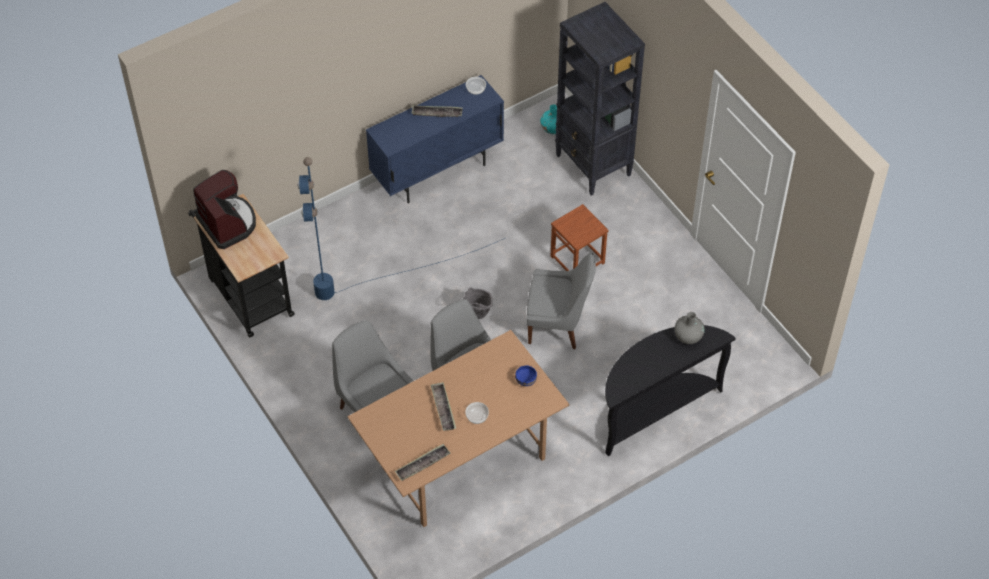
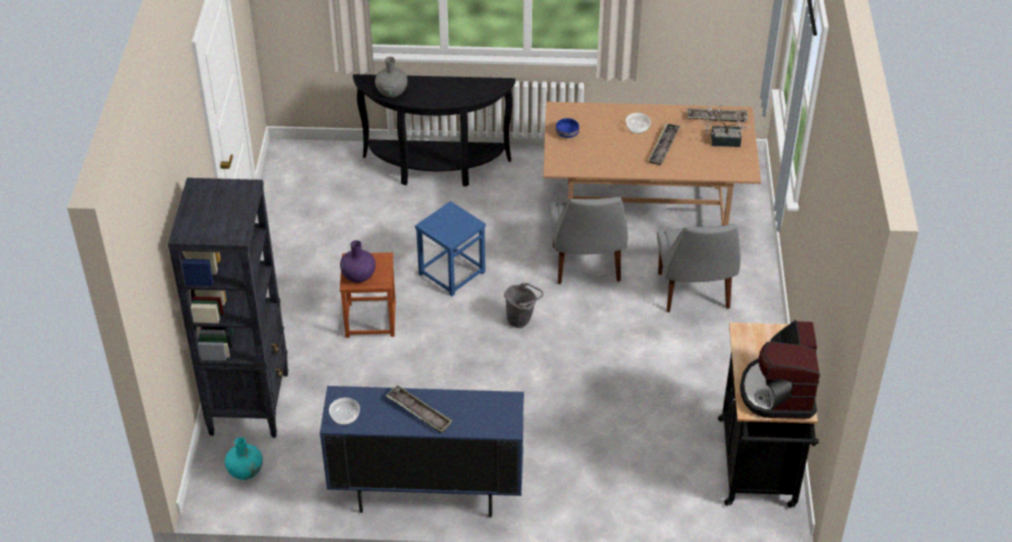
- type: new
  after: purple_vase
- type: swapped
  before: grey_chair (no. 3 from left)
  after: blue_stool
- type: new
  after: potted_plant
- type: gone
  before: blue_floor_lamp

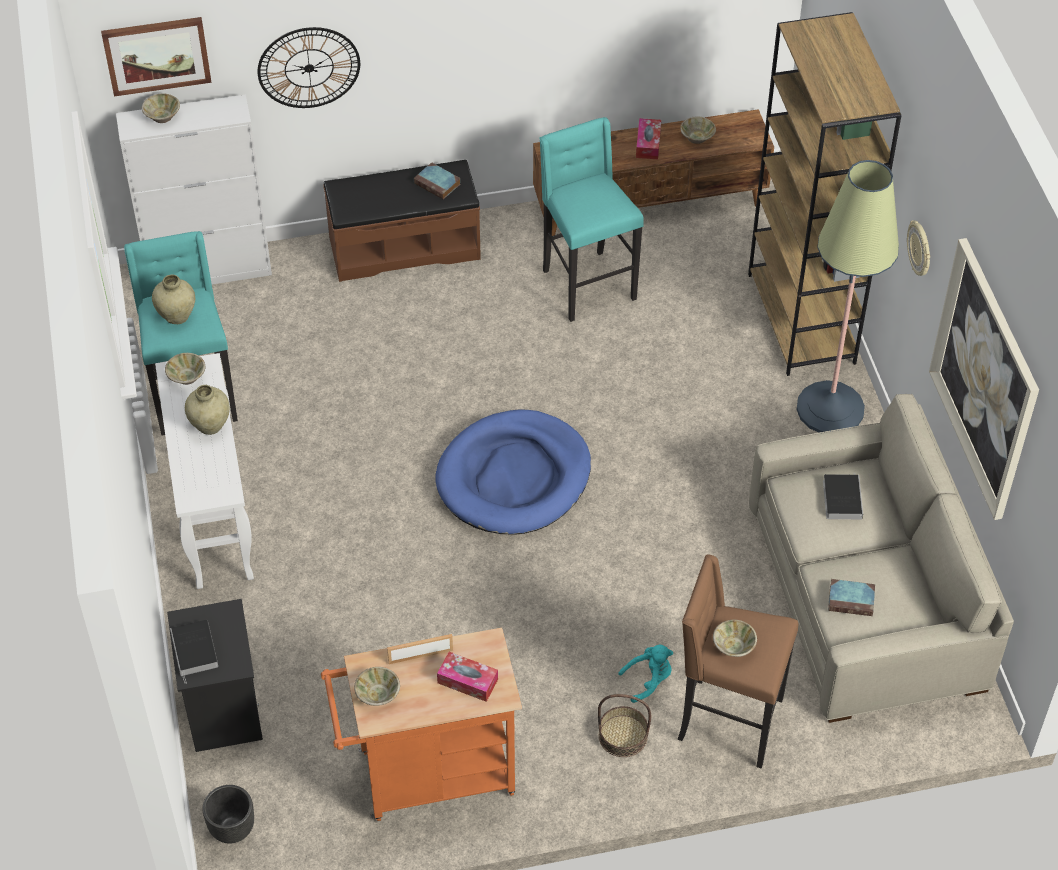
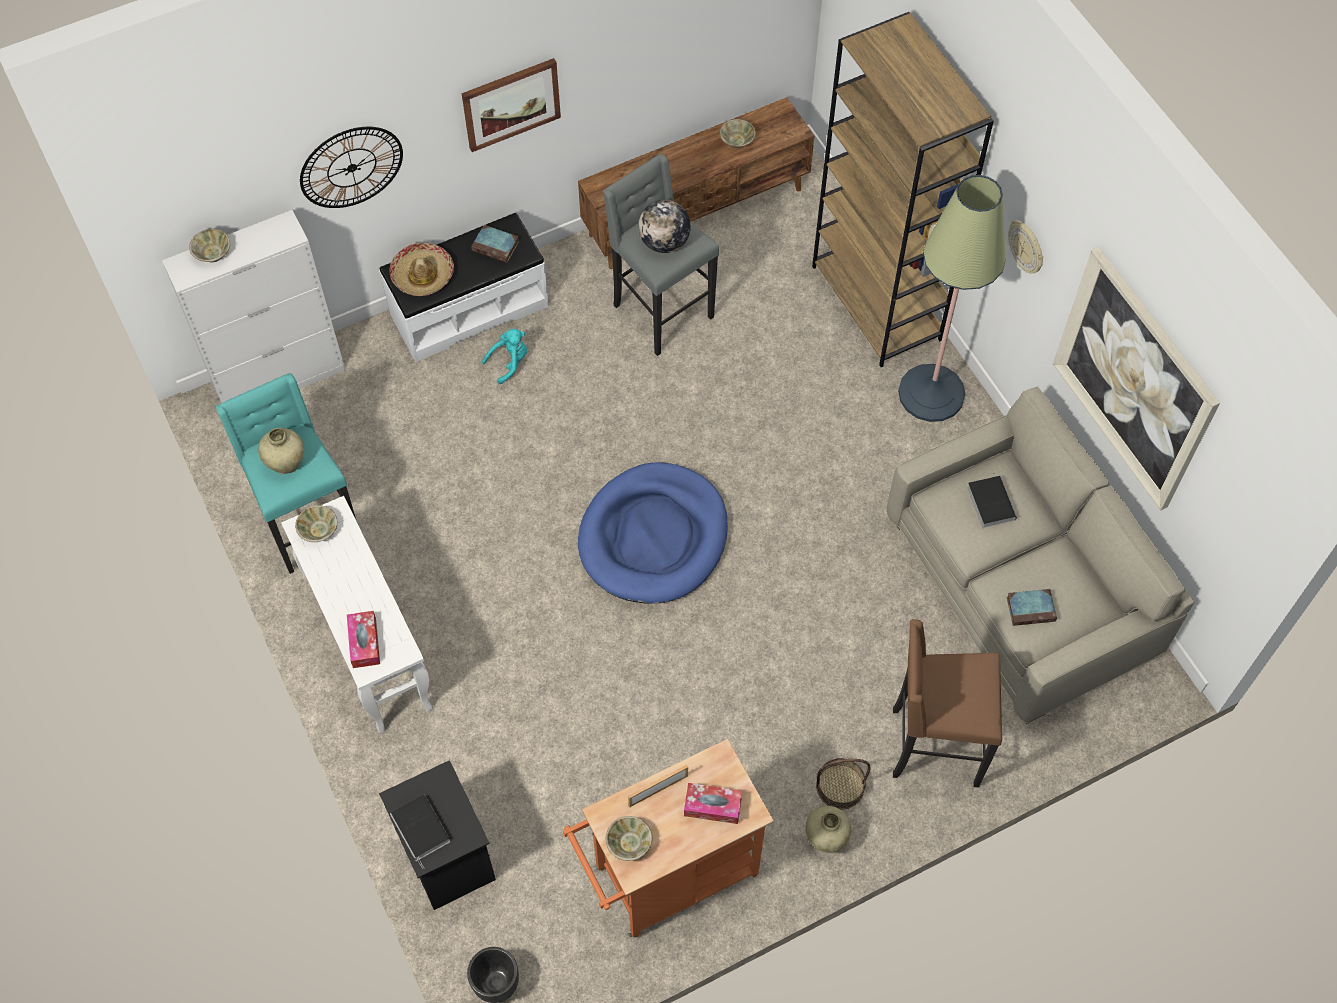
- type: shifted
  before: tissue_box (no. 2 from left in the first image)
  after: tissue_box (no. 1 from left)
- type: repainted
  before: brown_bench
  after: white_bench
- type: new
  after: hat
- type: shifted
  before: picture (no. 1 from left)
- type: shifted
  before: turquoise_plush_toy
- type: repainted
  before: turquoise_stool (no. 2 from left)
  after: grey_stool
- type: new
  after: globe
- type: shifted
  before: beige_vase (no. 2 from left)
- type: gone
  before: beige_bowl (no. 5 from left)

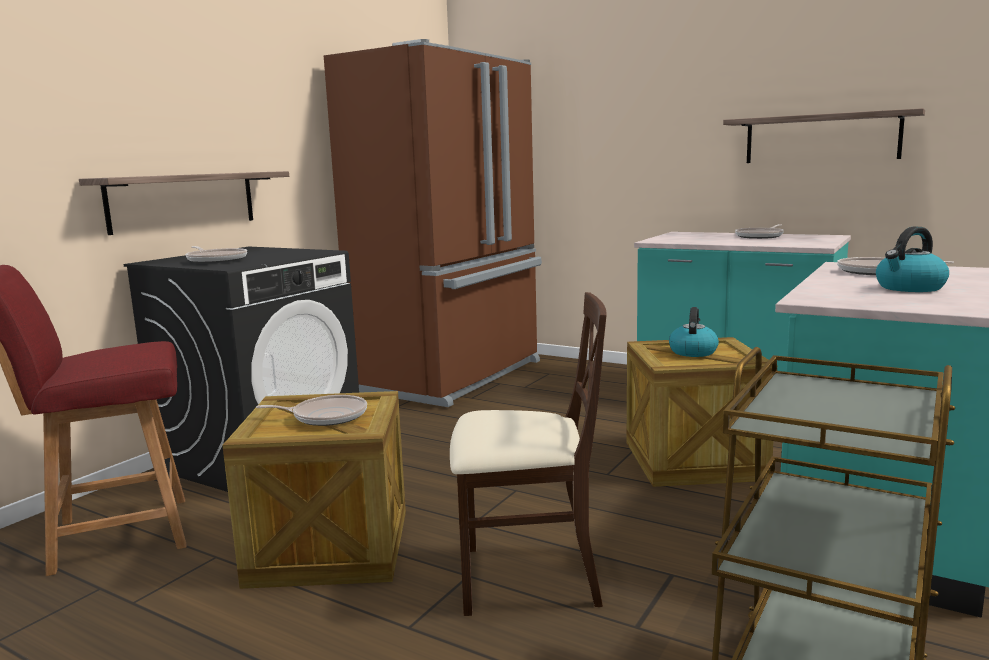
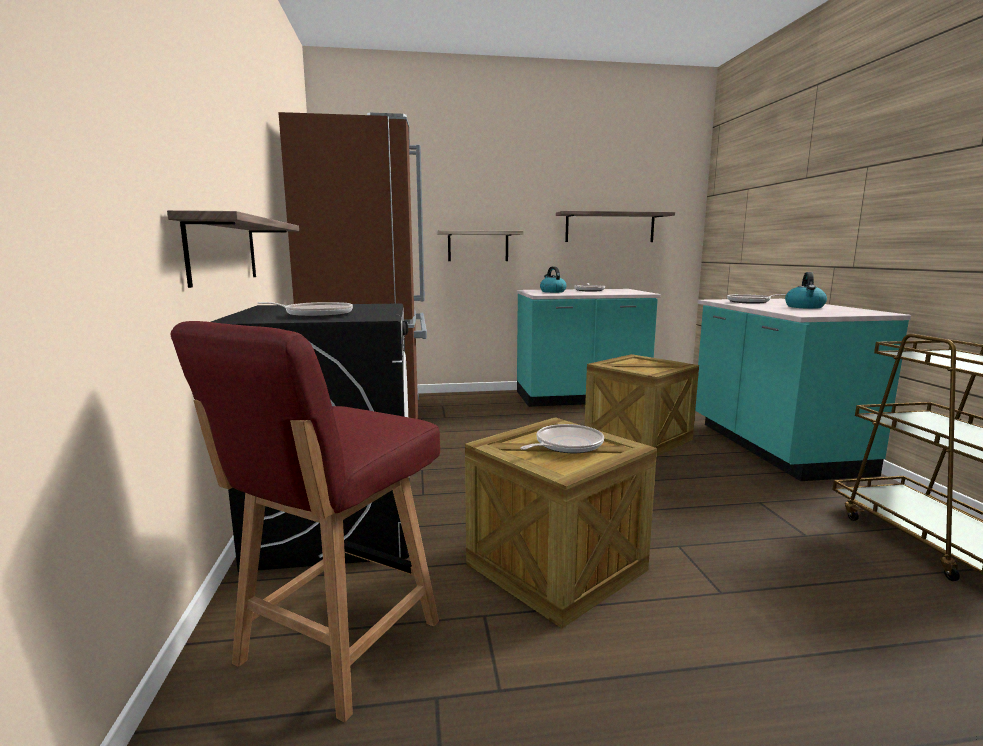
- type: new
  after: shelf (no. 2 from left)
- type: shifted
  before: kettle (no. 1 from left)
- type: gone
  before: beige_chair

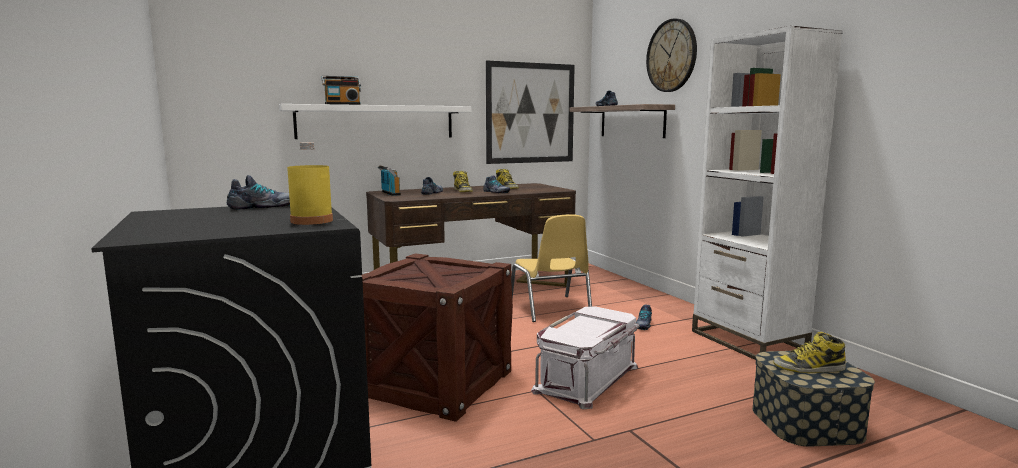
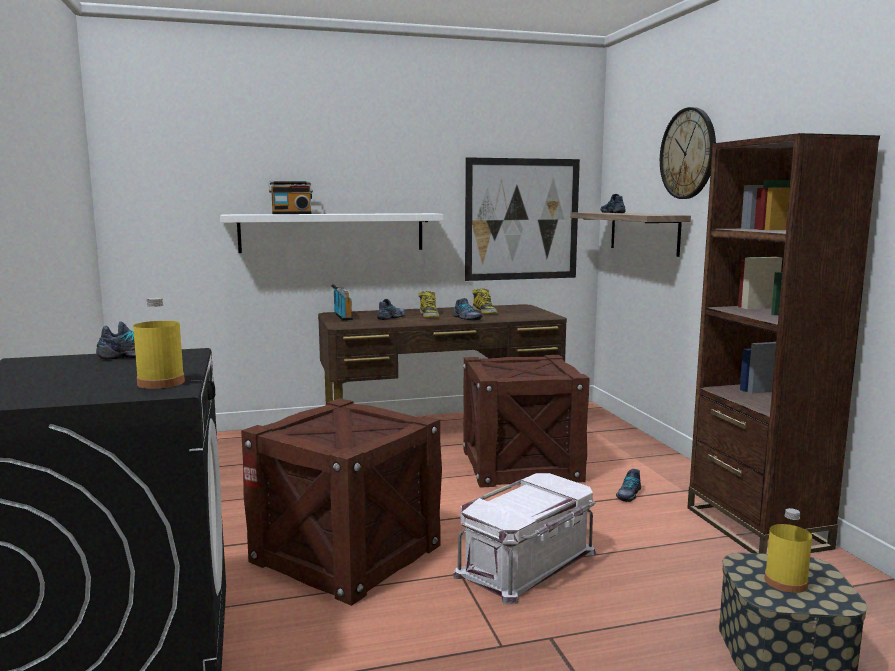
- type: swapped
  before: yellow_chair
  after: crate (no. 2 from left)
- type: repainted
  before: white_bookcase
  after: brown_bookcase
- type: swapped
  before: boot (no. 3 from left)
  after: yellow_bottle (no. 2 from left)

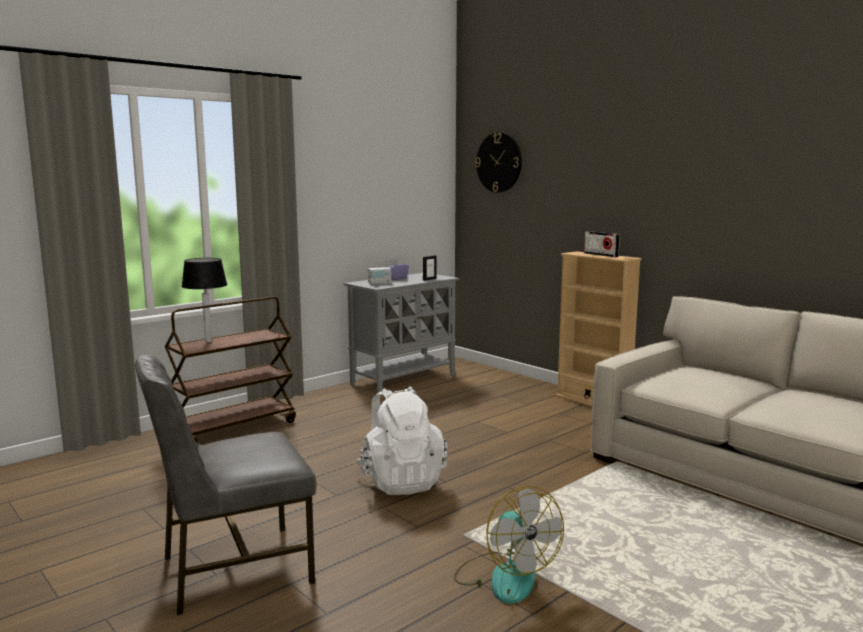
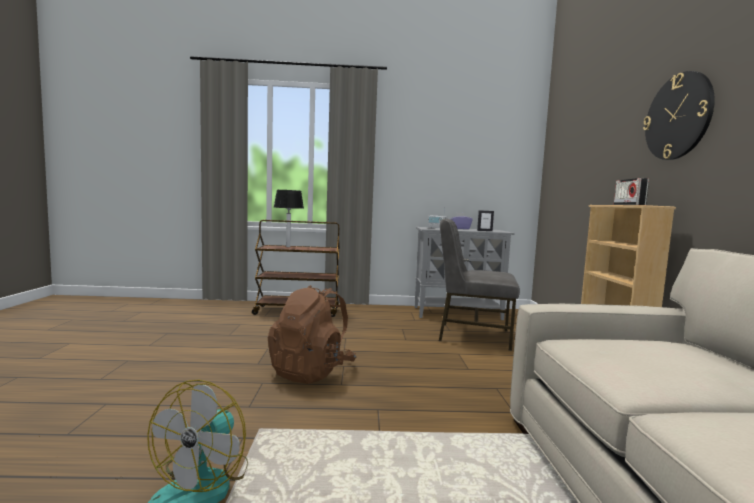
- type: repainted
  before: white_backpack
  after: brown_backpack
- type: shifted
  before: grey_chair
- type: shifted
  before: wall_clock

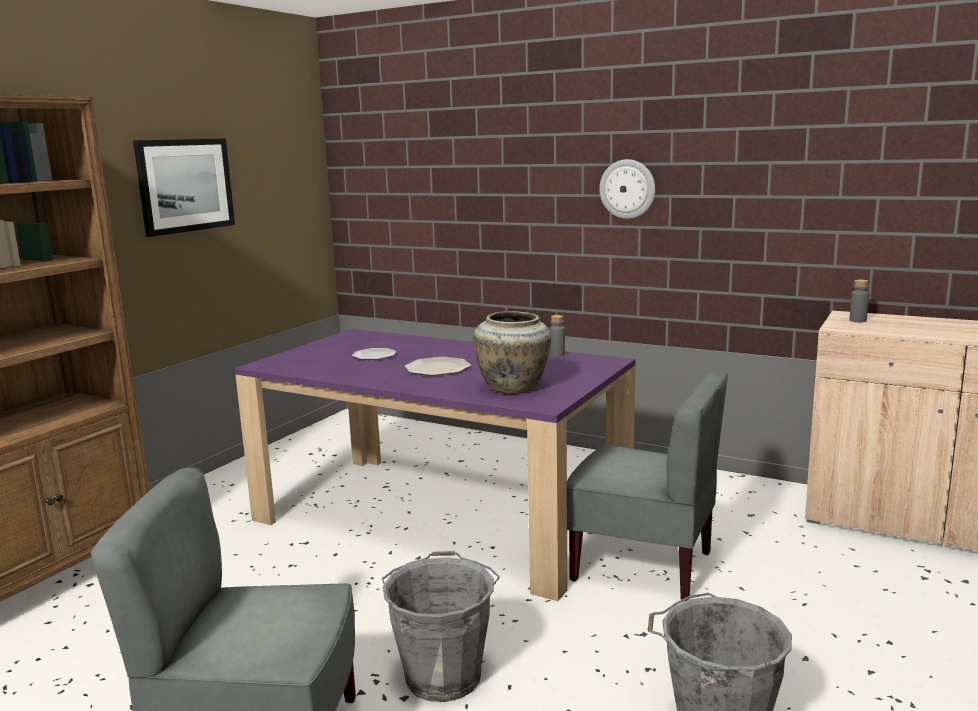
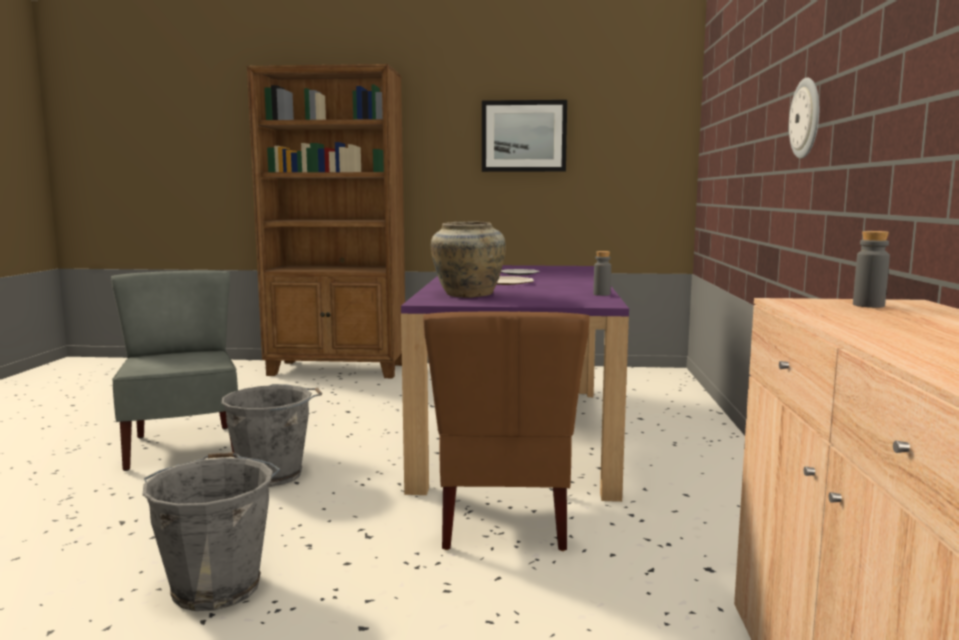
- type: repainted
  before: grey_chair (no. 2 from left)
  after: brown_chair

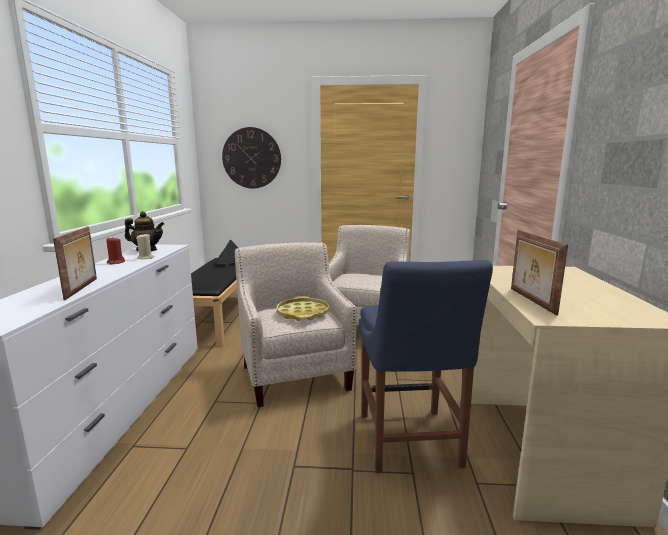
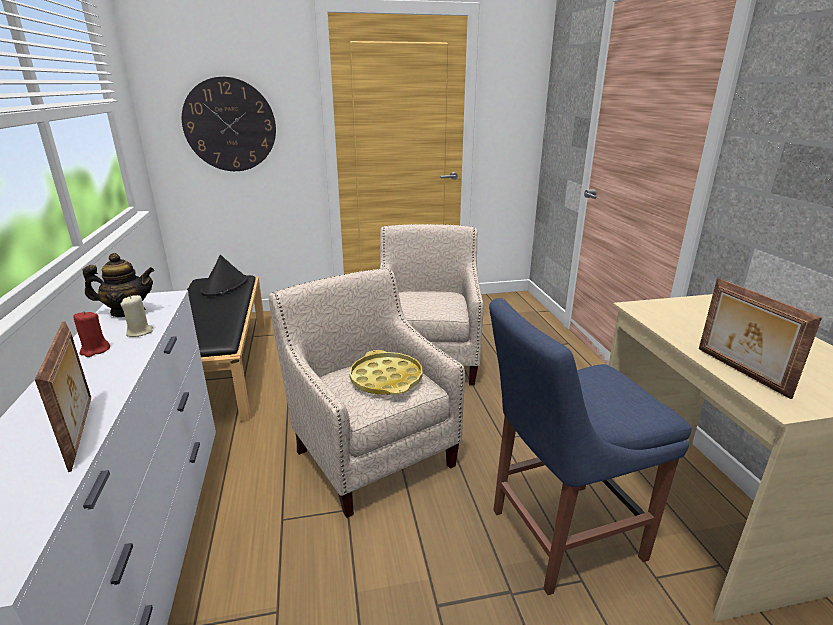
- type: rotated
  before: blue_chair
  turn: 90

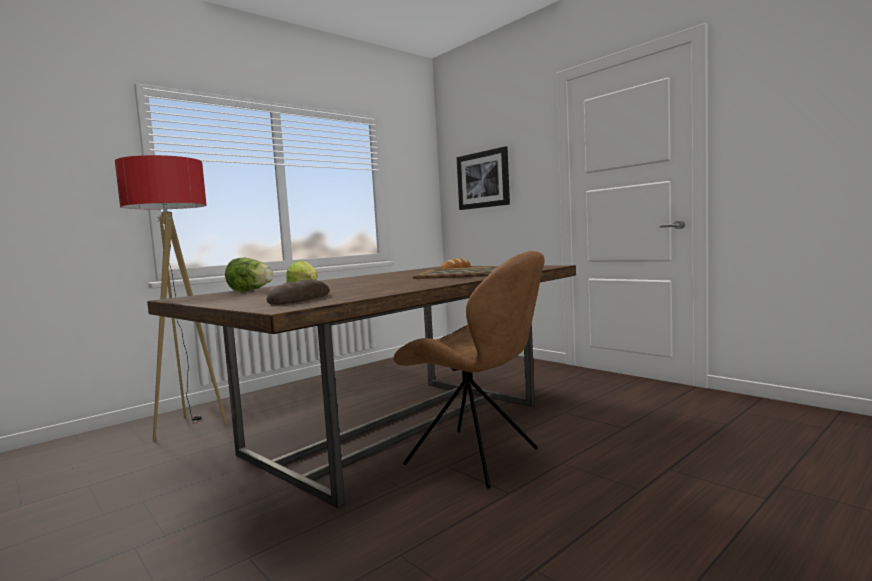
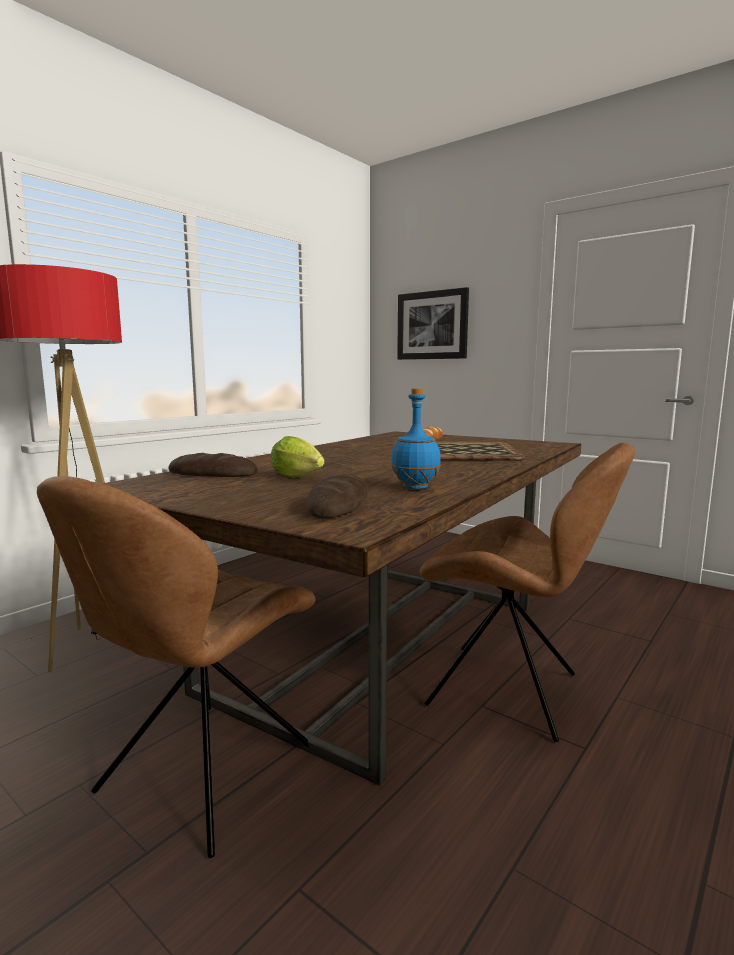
- type: new
  after: brown_chair (no. 1 from left)
- type: swapped
  before: lettuce (no. 1 from left)
  after: bread (no. 1 from left)
- type: new
  after: blue_bottle

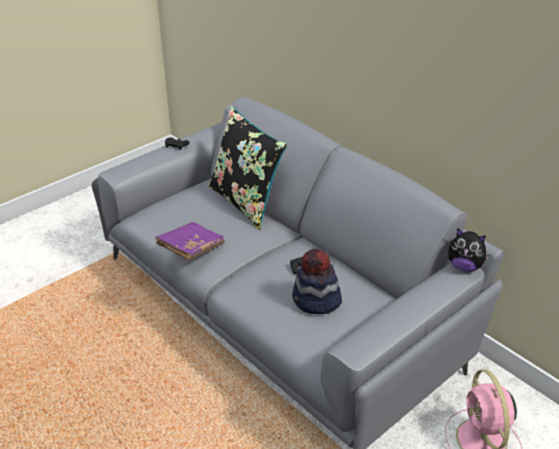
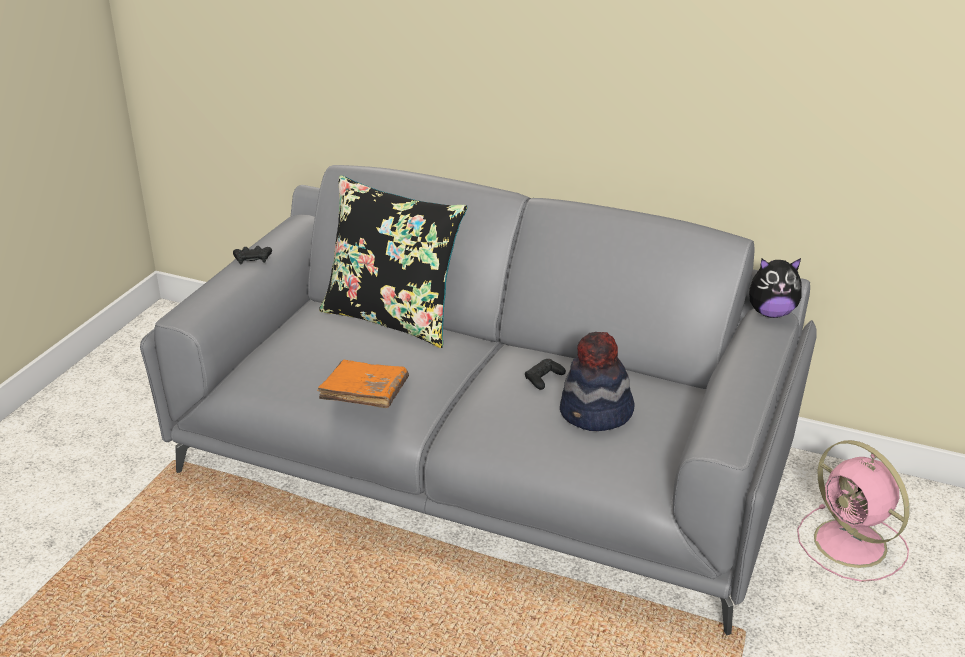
- type: repainted
  before: purple_book
  after: orange_book

